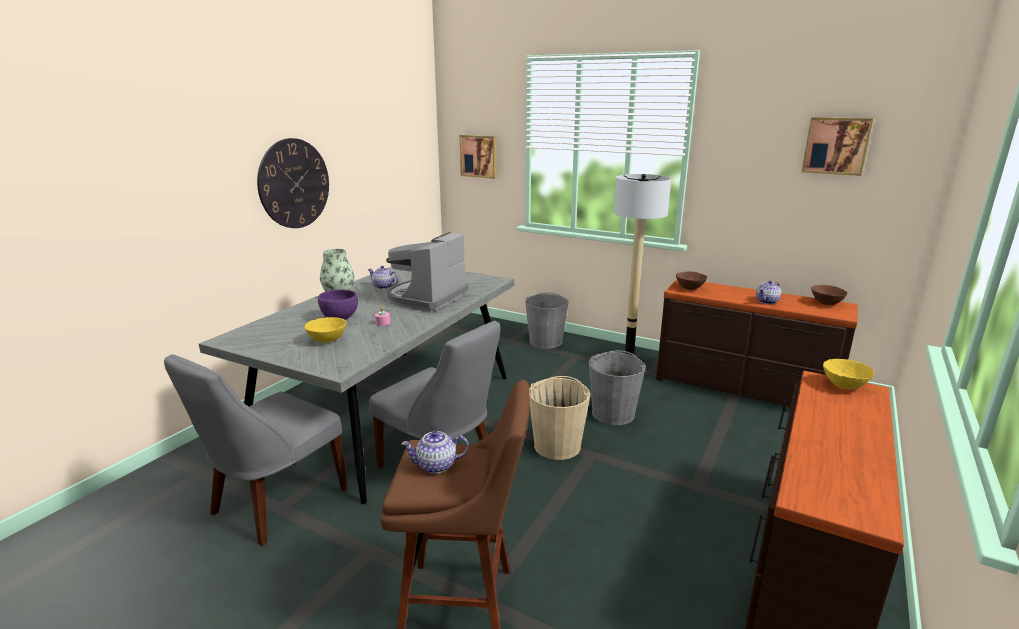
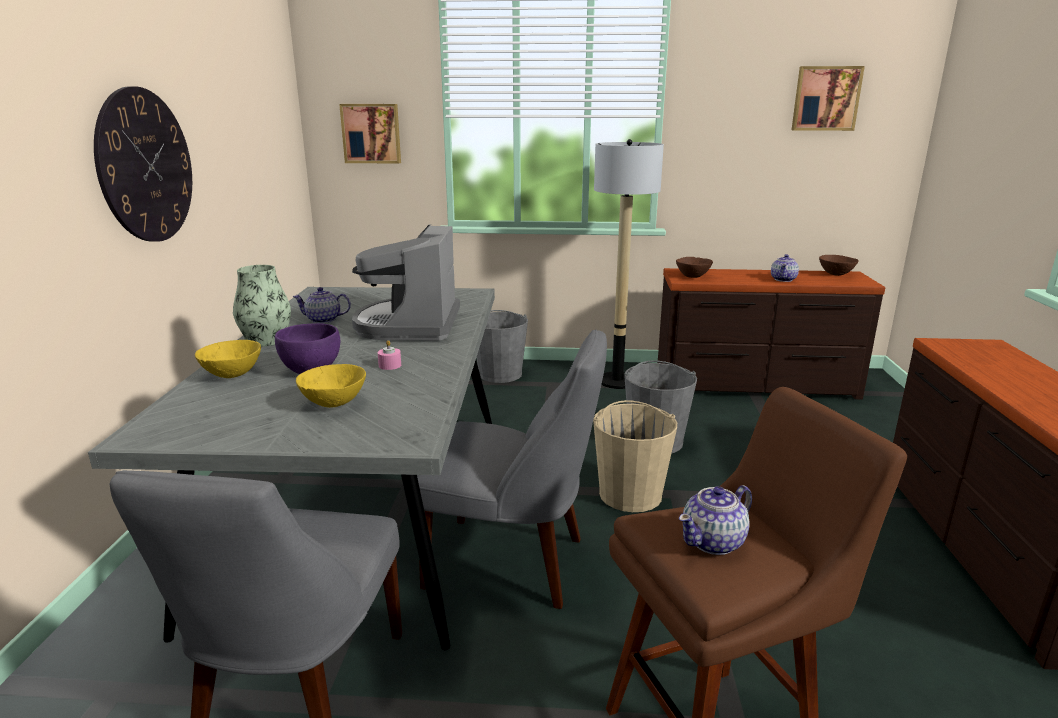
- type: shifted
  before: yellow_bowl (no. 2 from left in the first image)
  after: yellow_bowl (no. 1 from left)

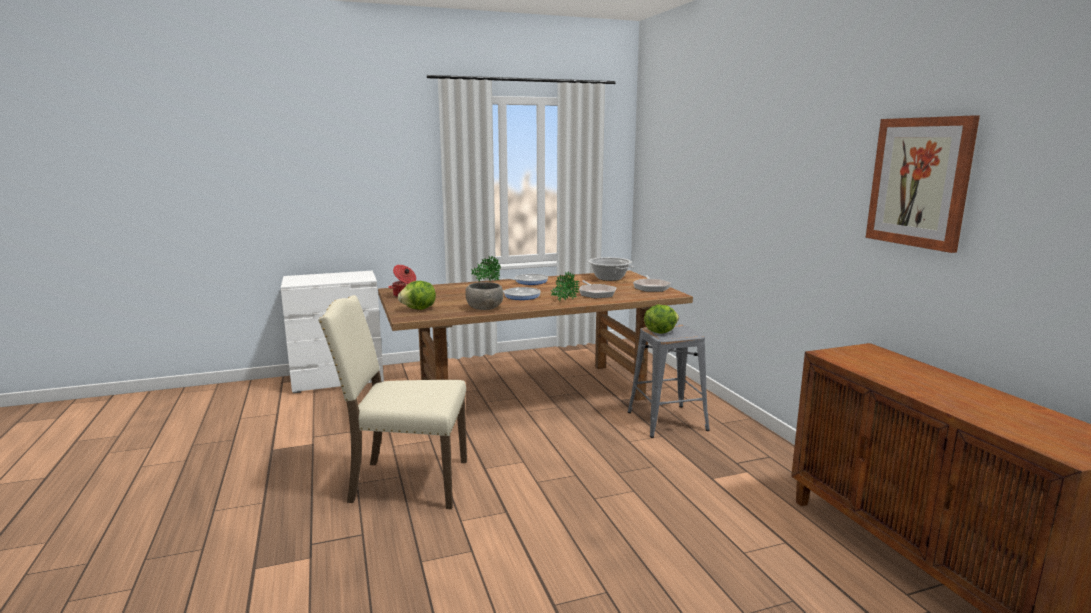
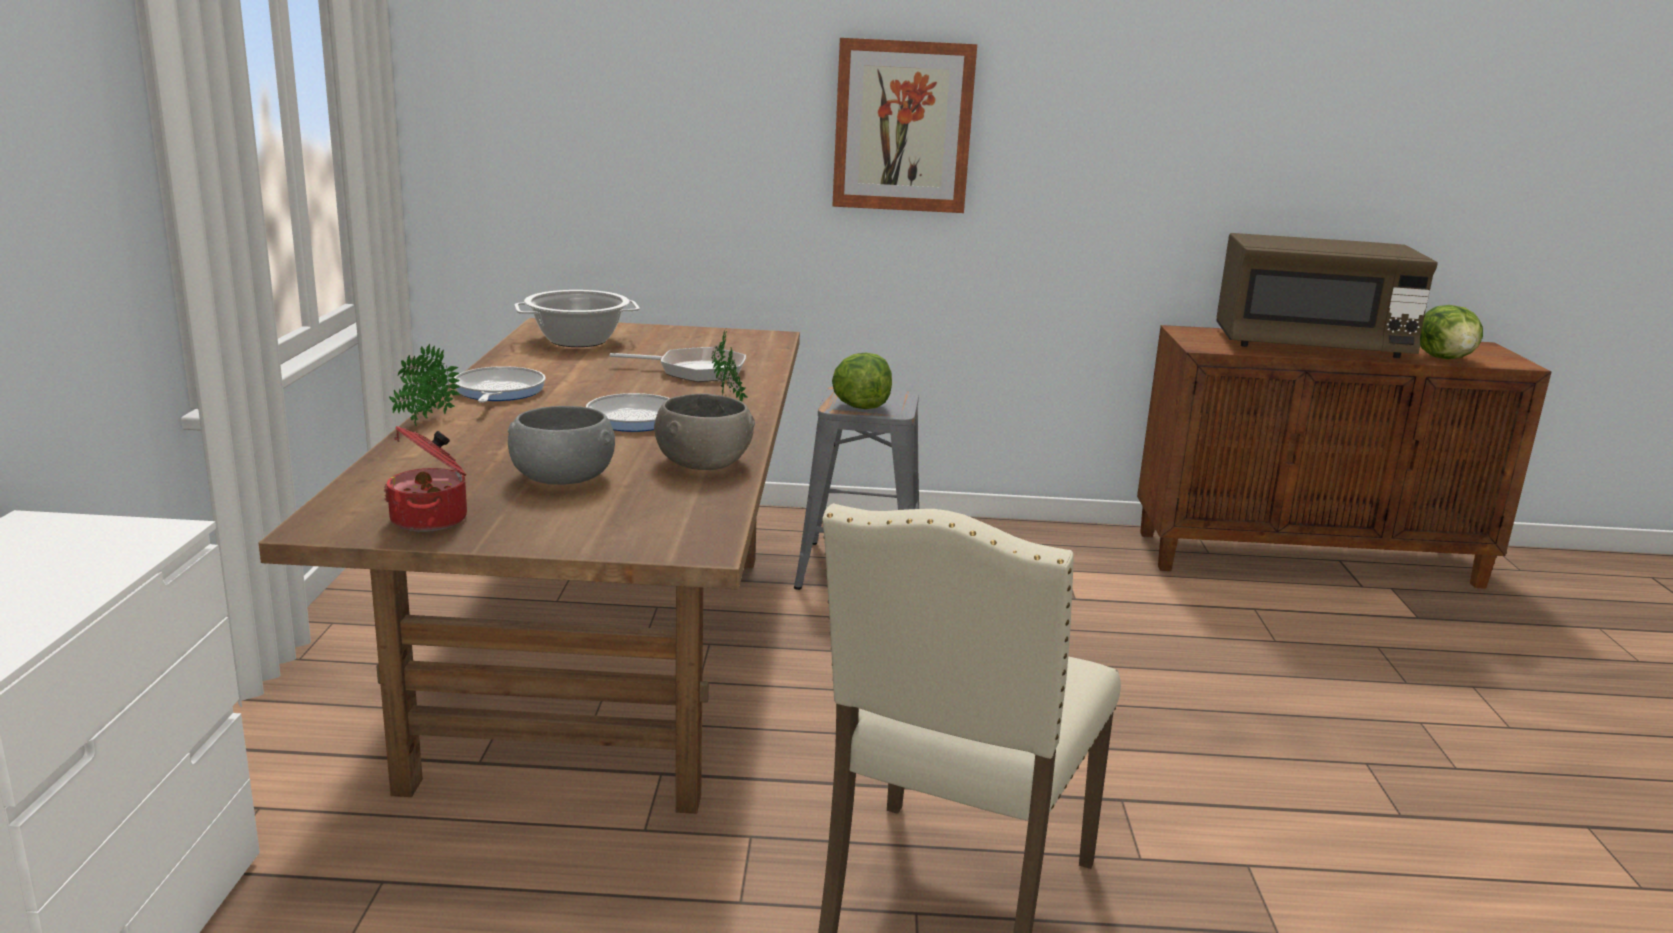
- type: new
  after: grey_bowl (no. 1 from left)
- type: shifted
  before: picture
- type: new
  after: brown_microwave
- type: shifted
  before: lettuce (no. 1 from left in the first image)
  after: lettuce (no. 2 from left)
- type: gone
  before: frying_pan (no. 4 from left)

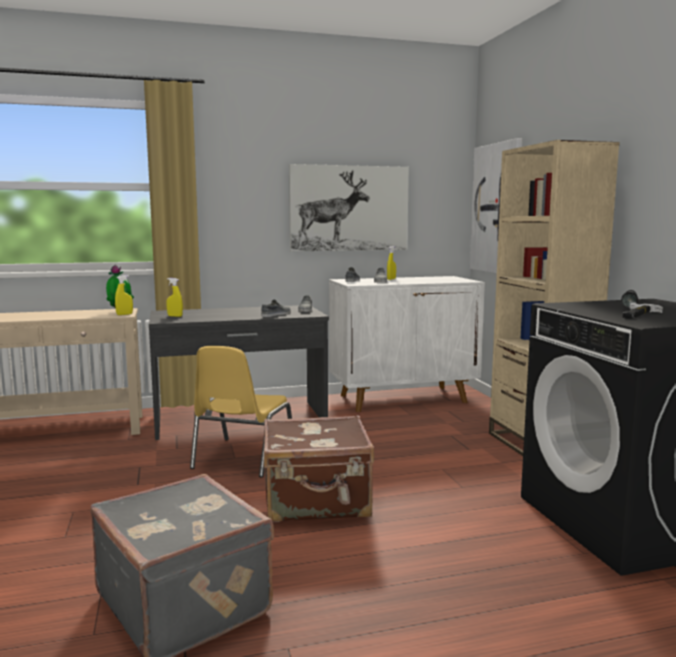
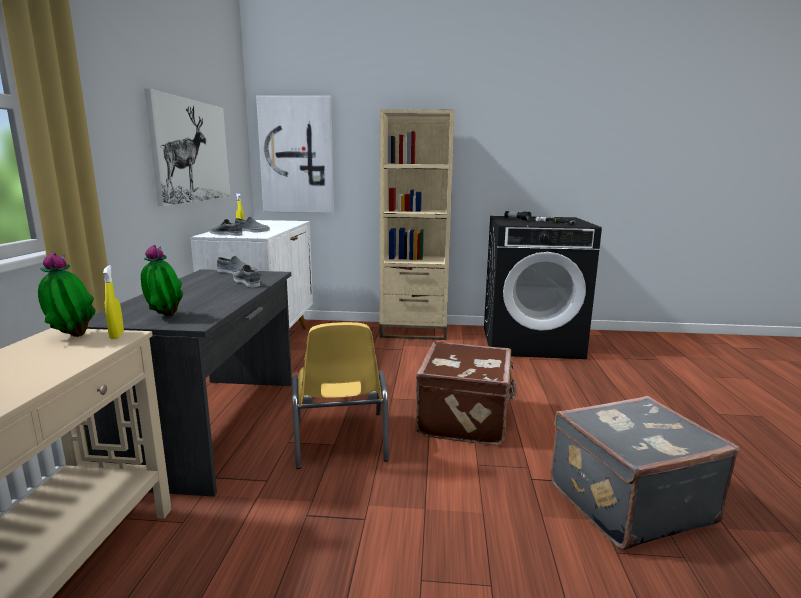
- type: swapped
  before: yellow_spray_bottle (no. 2 from left)
  after: potted_plant (no. 2 from left)
- type: rotated
  before: yellow_chair
  turn: 45

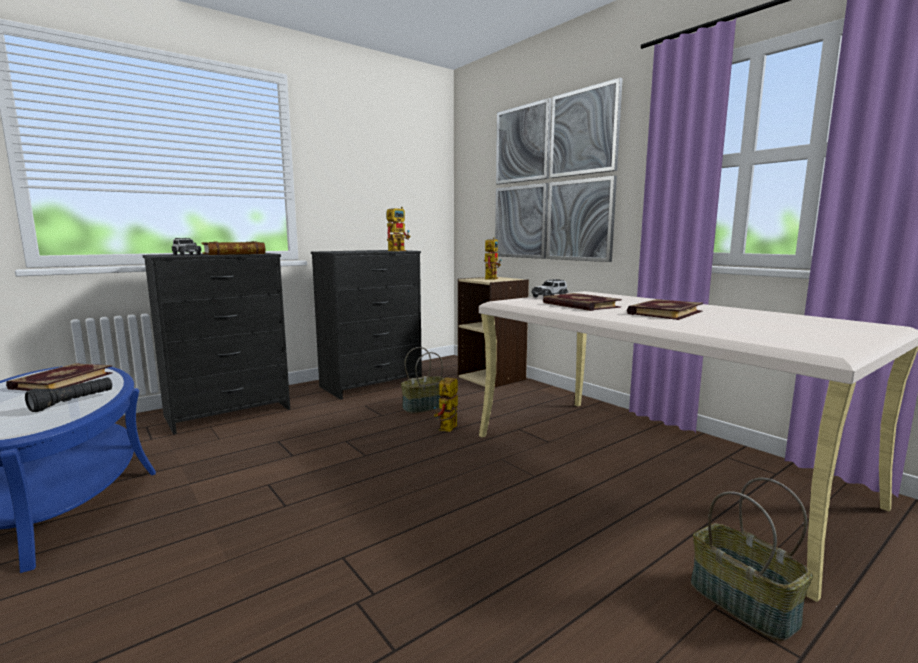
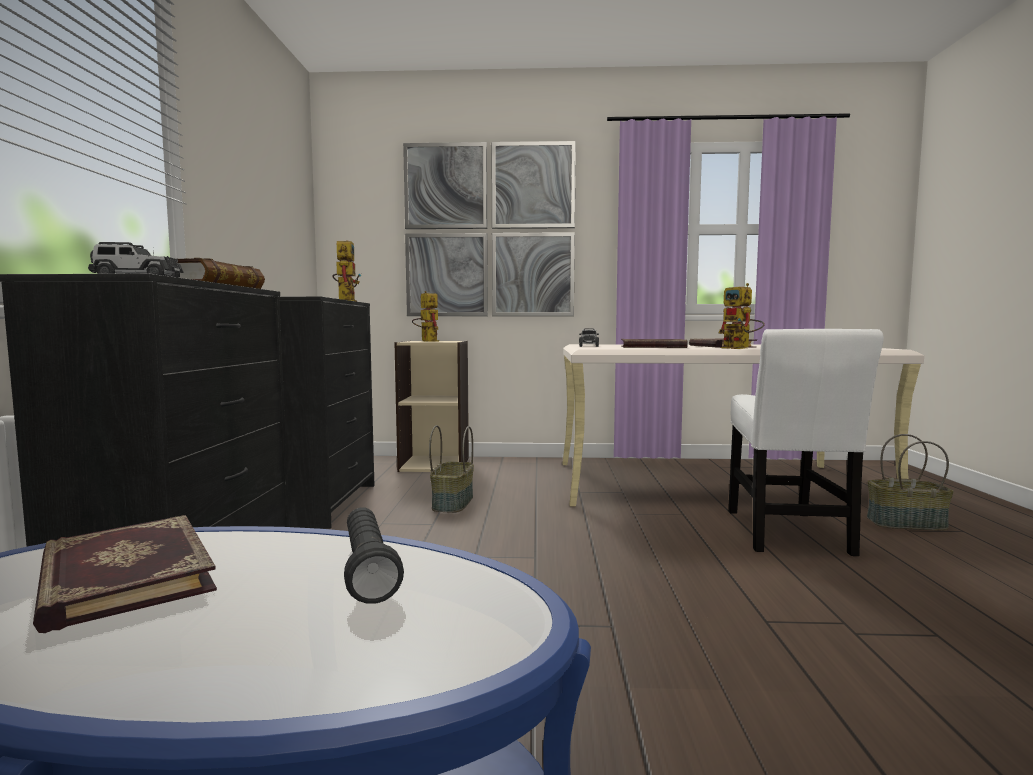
- type: shifted
  before: toy_robot (no. 2 from left in the first image)
  after: toy_robot (no. 3 from left)
- type: new
  after: white_chair

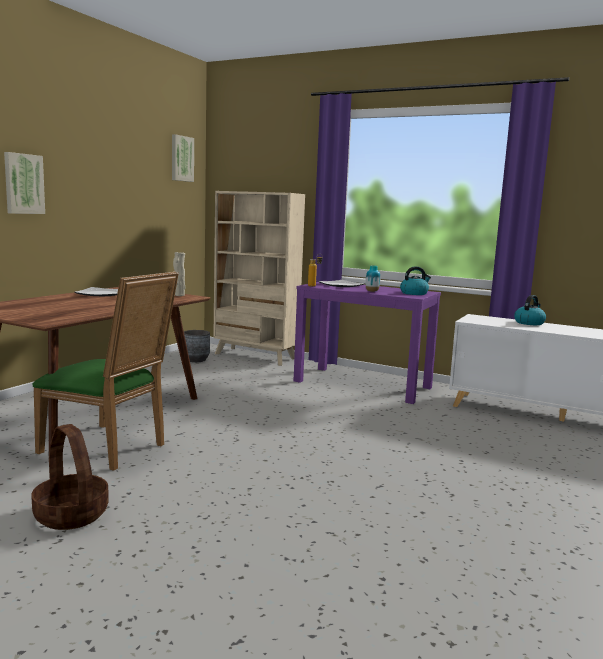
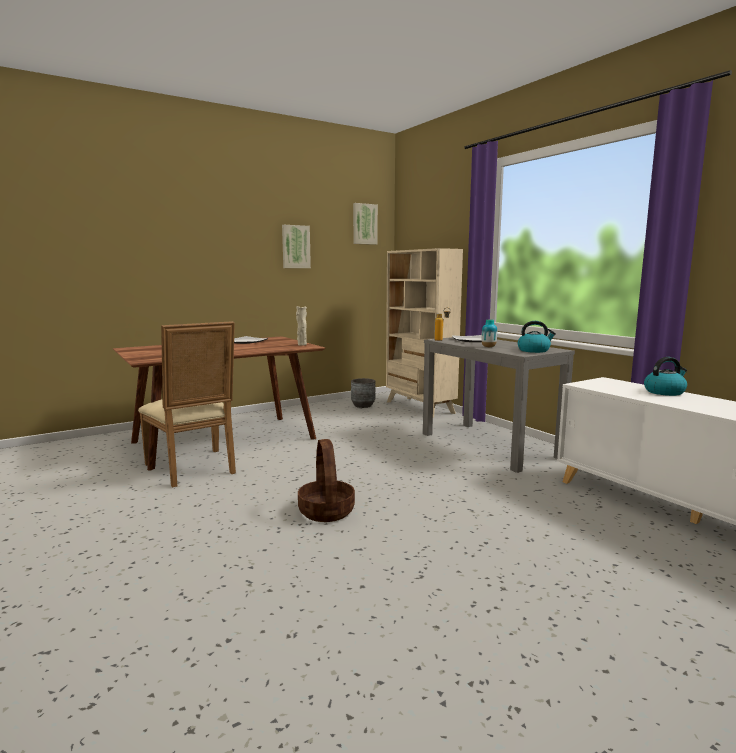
- type: repainted
  before: green_chair
  after: beige_chair
- type: shifted
  before: picture (no. 1 from left)
- type: shifted
  before: basket
- type: repainted
  before: purple_console_table
  after: grey_console_table

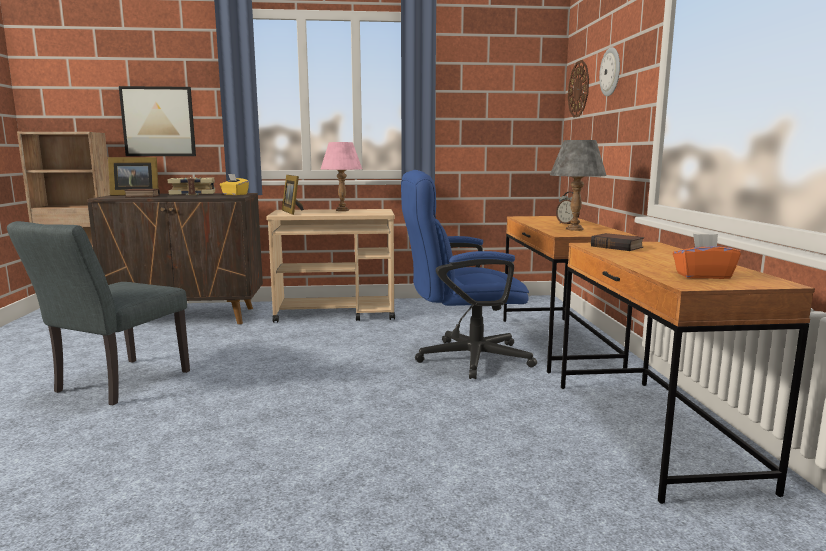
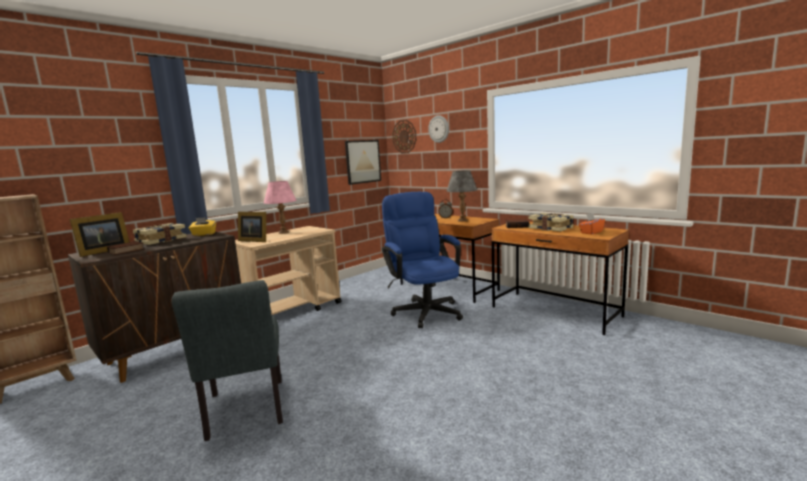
- type: shifted
  before: picture
- type: rotated
  before: blue_office_chair
  turn: 120
- type: new
  after: book (no. 4 from left)

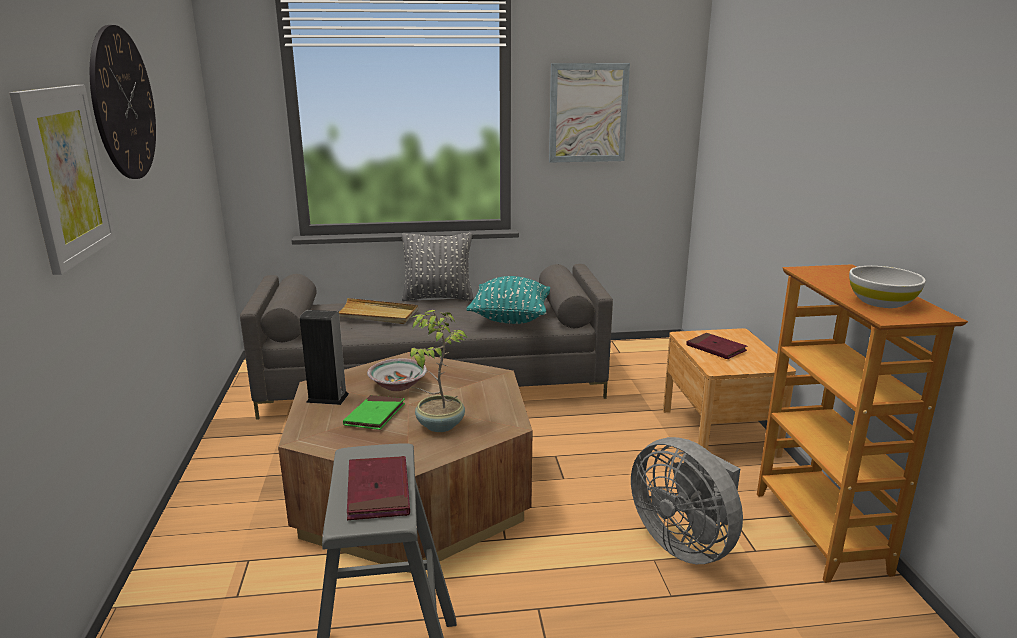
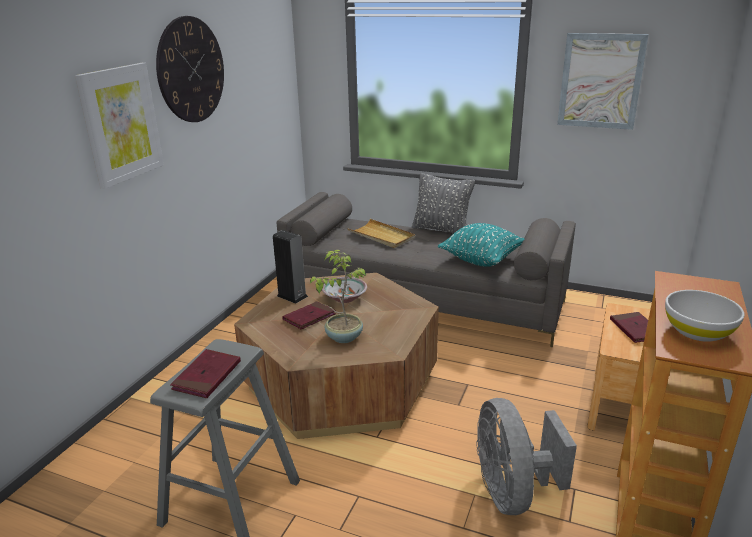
- type: repainted
  before: green_book
  after: red_book (no. 2 from left)

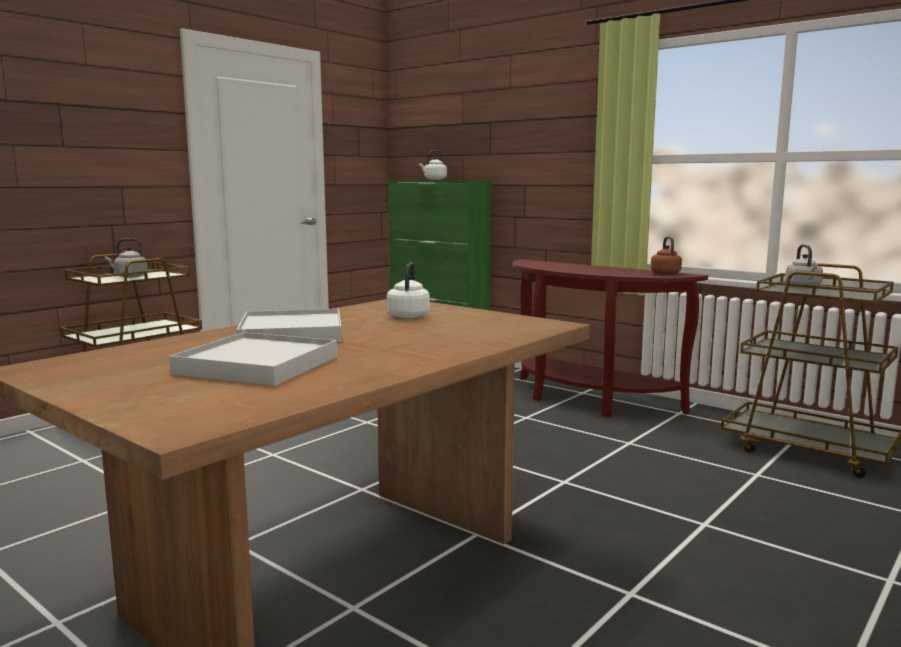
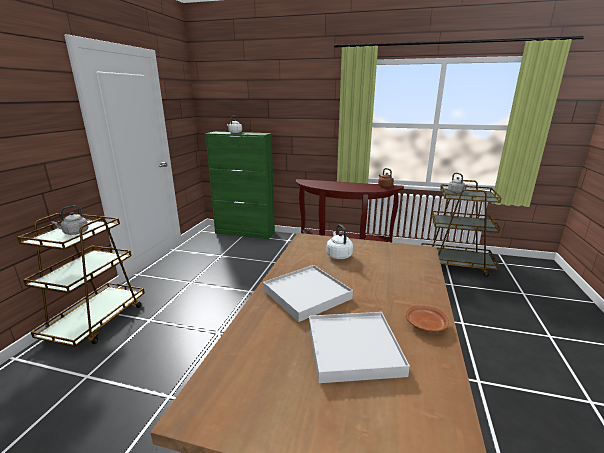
- type: new
  after: brown_plate

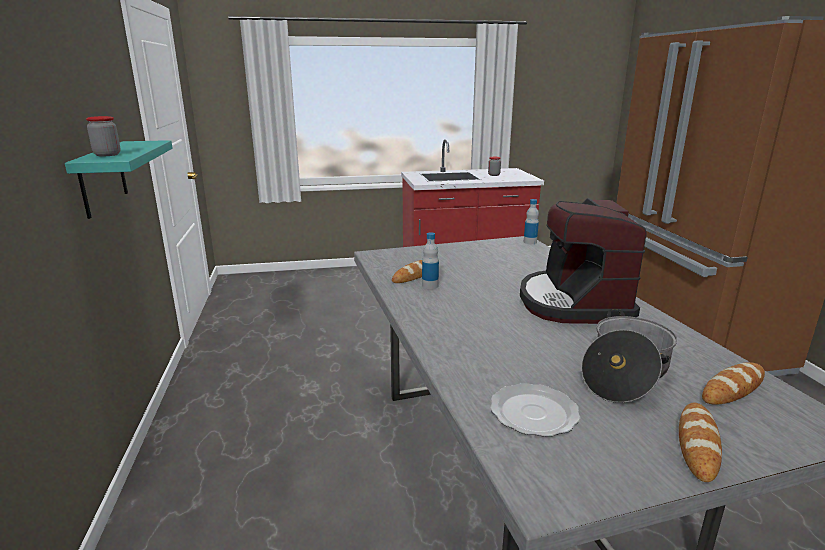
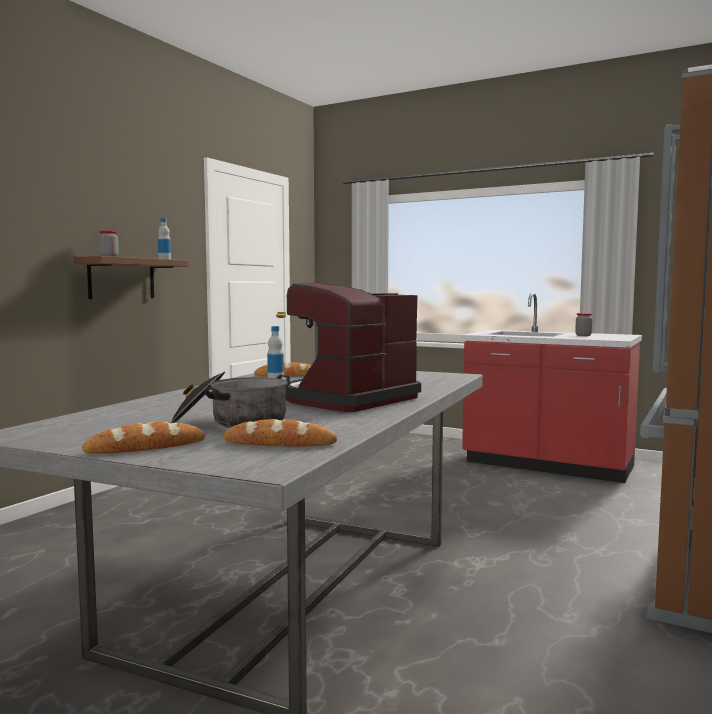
- type: repainted
  before: turquoise_shelf
  after: brown_shelf
- type: shifted
  before: bottle (no. 2 from left in the first image)
  after: bottle (no. 1 from left)
- type: gone
  before: plate

